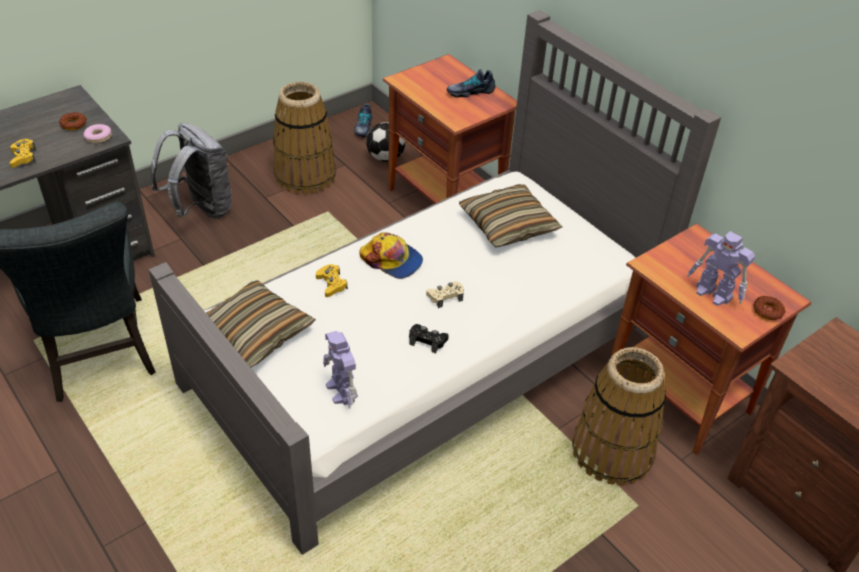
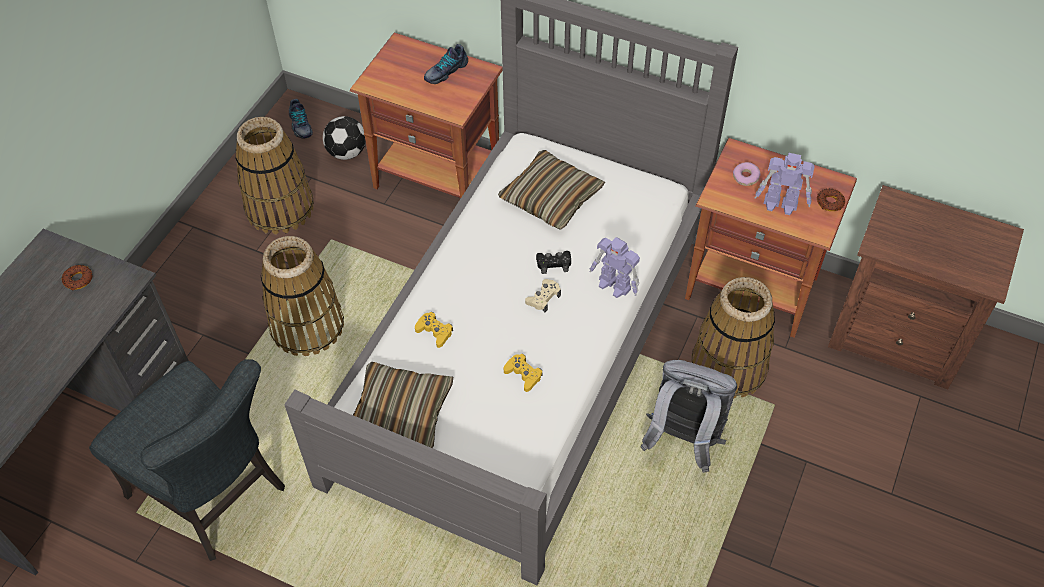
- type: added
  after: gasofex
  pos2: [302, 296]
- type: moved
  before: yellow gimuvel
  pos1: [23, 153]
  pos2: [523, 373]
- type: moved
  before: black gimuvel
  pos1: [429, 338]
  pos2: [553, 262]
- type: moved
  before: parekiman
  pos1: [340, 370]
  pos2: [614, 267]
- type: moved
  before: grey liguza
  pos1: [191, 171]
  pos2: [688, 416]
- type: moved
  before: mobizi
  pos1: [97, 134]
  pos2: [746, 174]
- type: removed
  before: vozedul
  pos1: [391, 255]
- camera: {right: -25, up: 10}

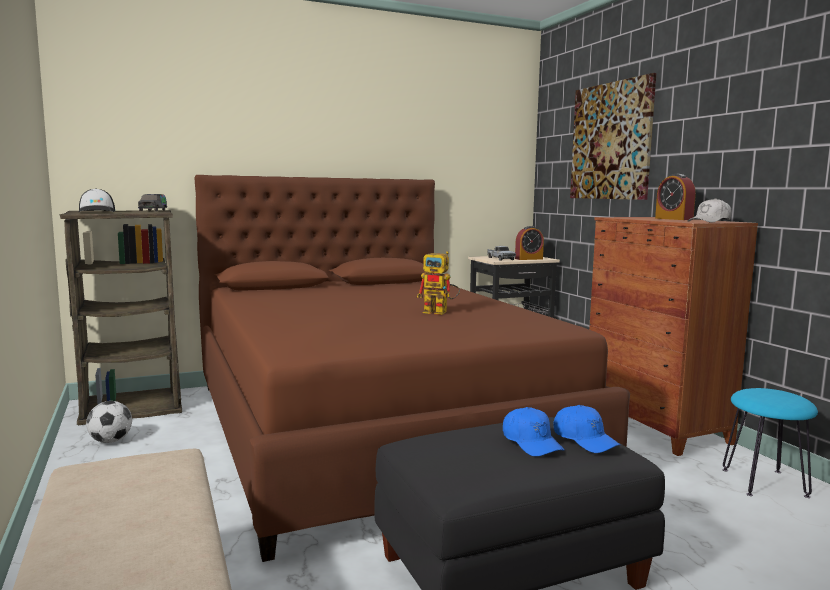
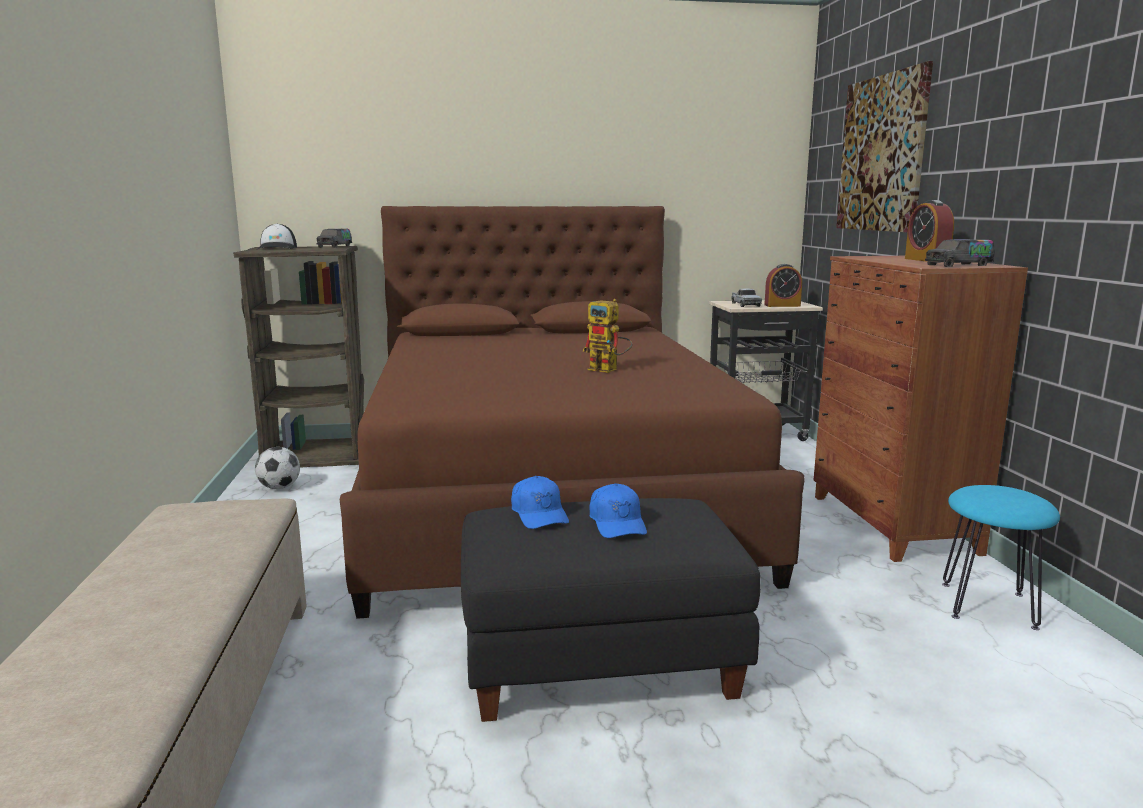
- type: moved
  before: blue vozedul
  pos1: [587, 429]
  pos2: [540, 502]
- type: replaced
  before: white vozedul
  after: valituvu
  pos1: [710, 210]
  pos2: [960, 253]
- camera: {right: 15, up: 5}

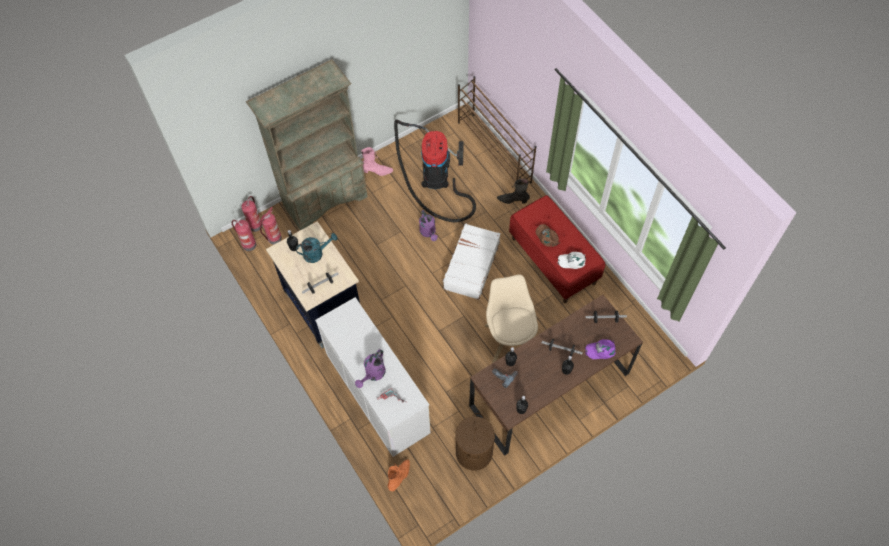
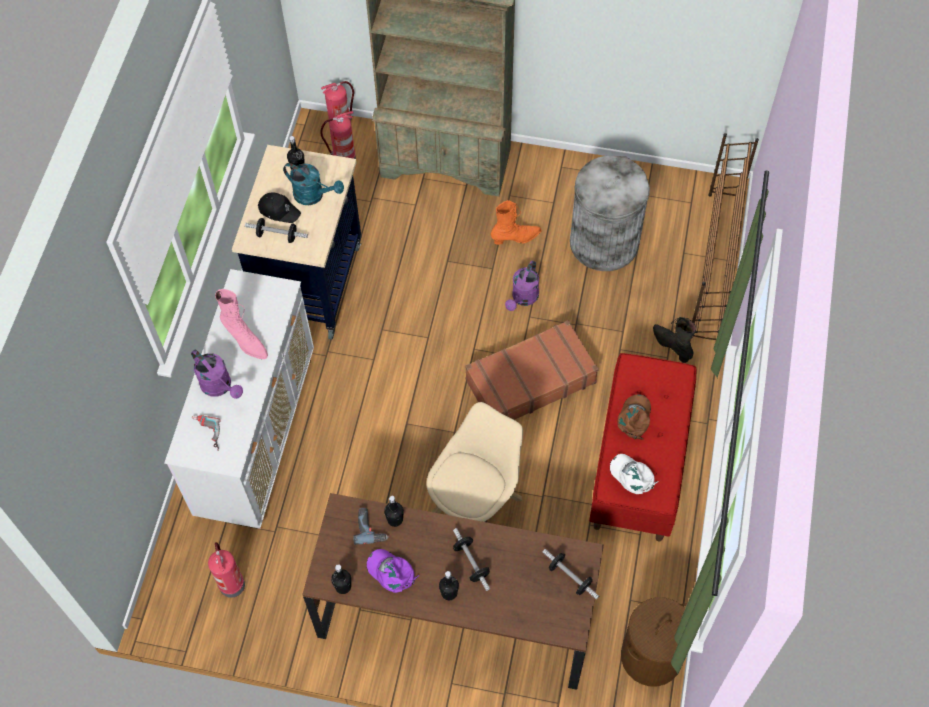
- type: turned
  before: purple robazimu
  pos1: [370, 368]
  pos2: [217, 374]
  turn: -120
- type: moved
  before: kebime
  pos1: [244, 235]
  pos2: [226, 570]
- type: moved
  before: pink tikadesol
  pos1: [377, 161]
  pos2: [241, 324]
- type: added
  after: black vozedul
  pos2: [279, 207]
- type: moved
  before: purple vozedul
  pos1: [600, 349]
  pos2: [393, 571]
- type: recoloured
  before: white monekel
  after: brown monekel
  pos1: [471, 261]
  pos2: [532, 370]
- type: moved
  before: orange tikadesol
  pos1: [399, 475]
  pos2: [516, 222]
- type: replaced
  before: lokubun
  after: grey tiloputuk
  pos1: [435, 171]
  pos2: [610, 213]
- type: moved
  before: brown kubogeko
  pos1: [475, 441]
  pos2: [654, 641]
- camera: {right: 45, up: 0}

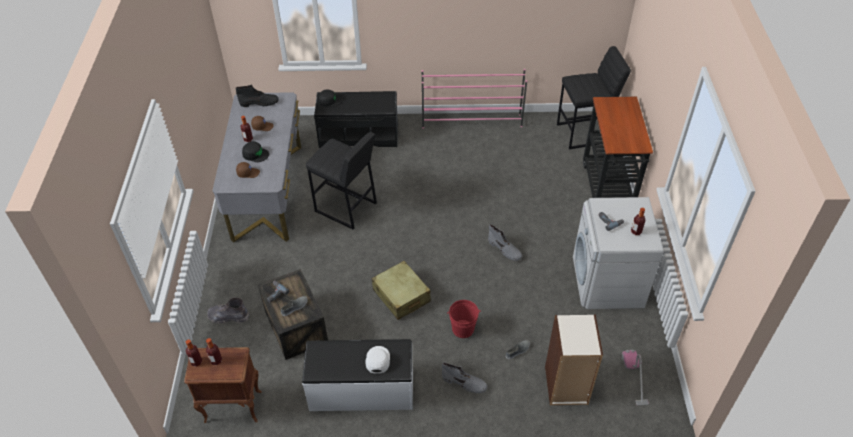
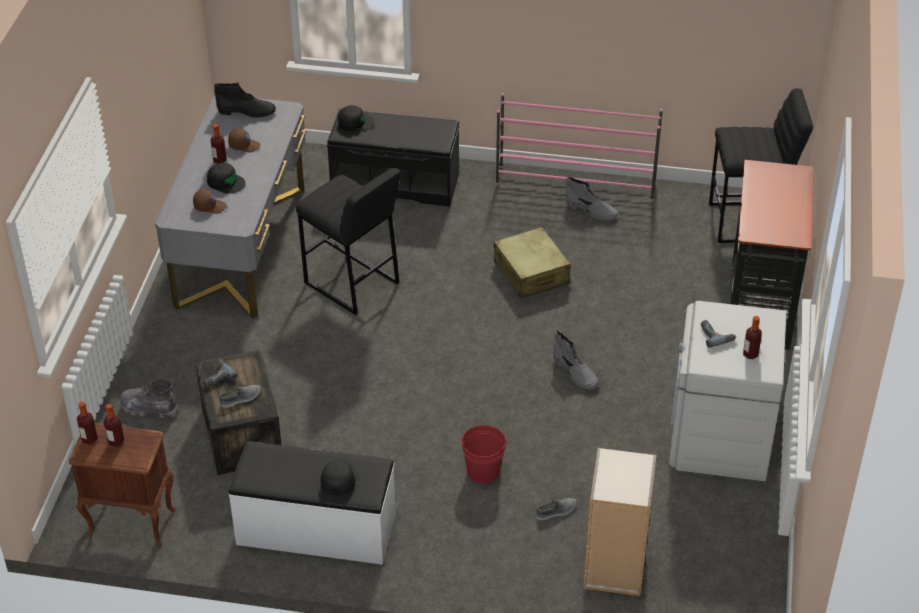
- type: recoloured
  before: white vozedul
  after: black vozedul
  pos1: [377, 360]
  pos2: [339, 478]
- type: moved
  before: beige monekel
  pos1: [401, 290]
  pos2: [532, 263]
- type: moved
  before: grey tikadesol
  pos1: [464, 377]
  pos2: [592, 199]
- type: removed
  before: lokubun
  pos1: [635, 378]
- camera: {right: 10, up: -5}

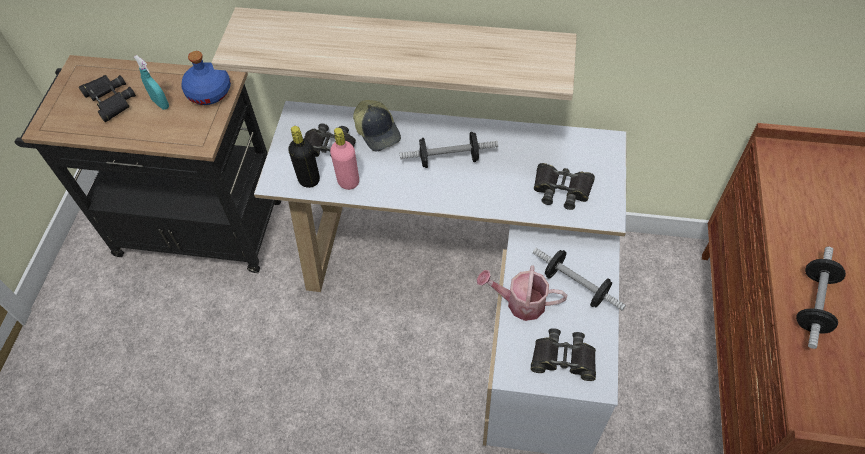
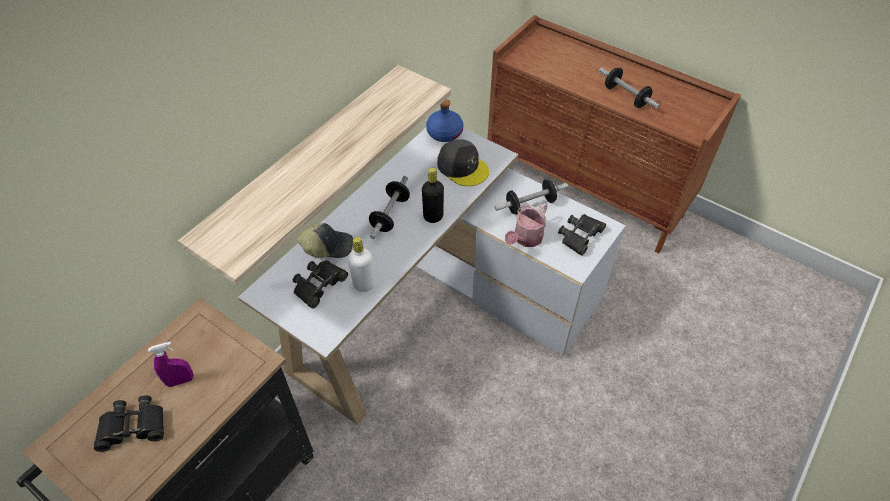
- type: recoloured
  before: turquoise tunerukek
  after: purple tunerukek
  pos1: [151, 82]
  pos2: [171, 364]
- type: recoloured
  before: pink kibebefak
  after: white kibebefak
  pos1: [344, 159]
  pos2: [361, 264]
- type: moved
  before: black kibebefak
  pos1: [304, 157]
  pos2: [433, 195]
- type: moved
  before: blue kibebefak
  pos1: [206, 78]
  pos2: [444, 120]
- type: replaced
  before: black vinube
  after: grey vozedul
  pos1: [564, 186]
  pos2: [463, 162]
- camera: {right: -65, up: -5}

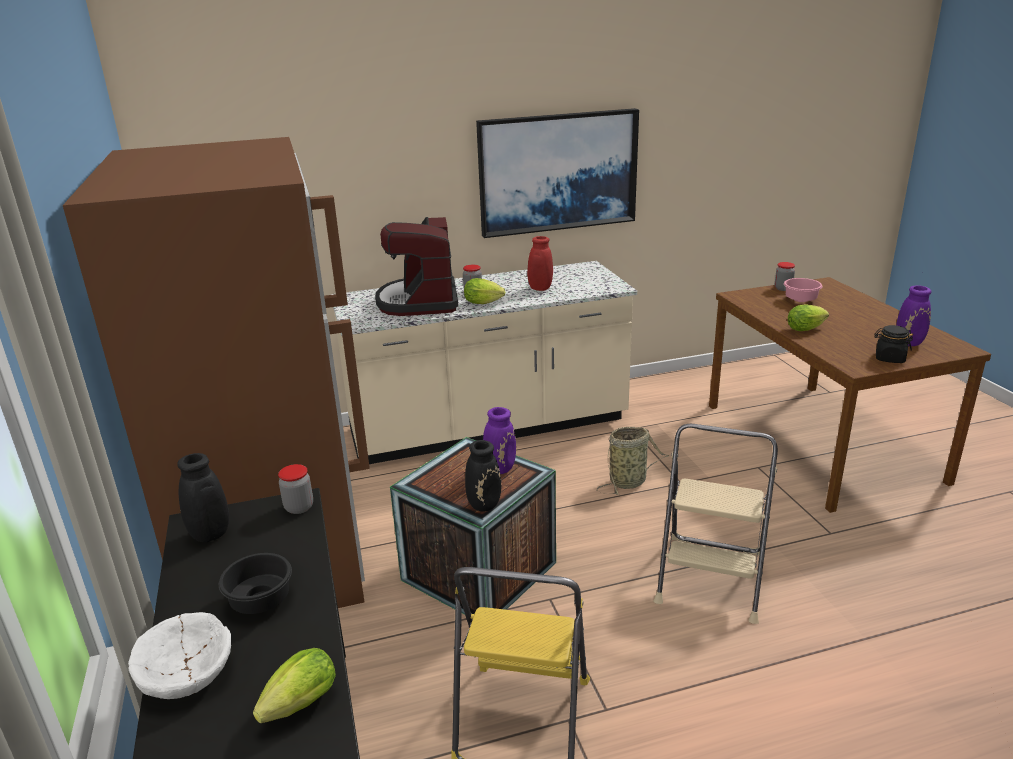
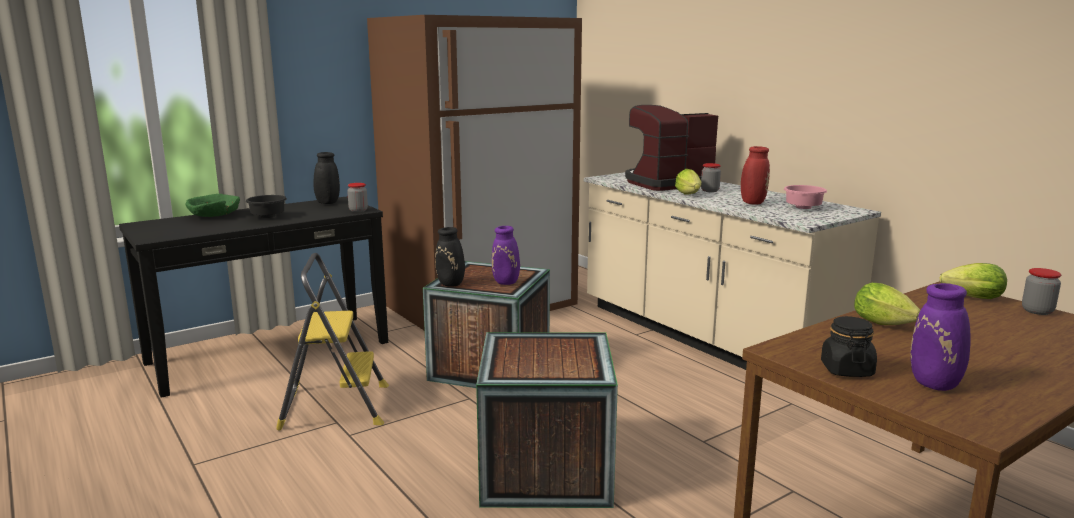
- type: recoloured
  before: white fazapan
  after: green fazapan
  pos1: [179, 655]
  pos2: [212, 205]
- type: replaced
  before: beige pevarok
  after: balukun
  pos1: [715, 524]
  pos2: [547, 420]
- type: moved
  before: pink fazapan
  pos1: [803, 290]
  pos2: [805, 197]
- type: moved
  before: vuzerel
  pos1: [294, 685]
  pos2: [973, 281]
- type: removed
  before: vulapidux
  pos1: [557, 173]
- type: removed
  before: gasofex
  pos1: [633, 461]
- camera: {right: 70, up: -10}

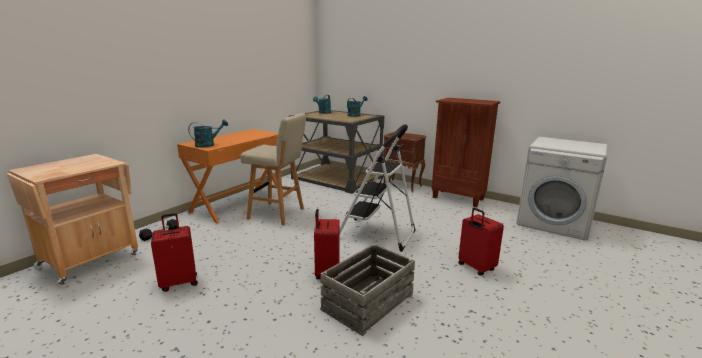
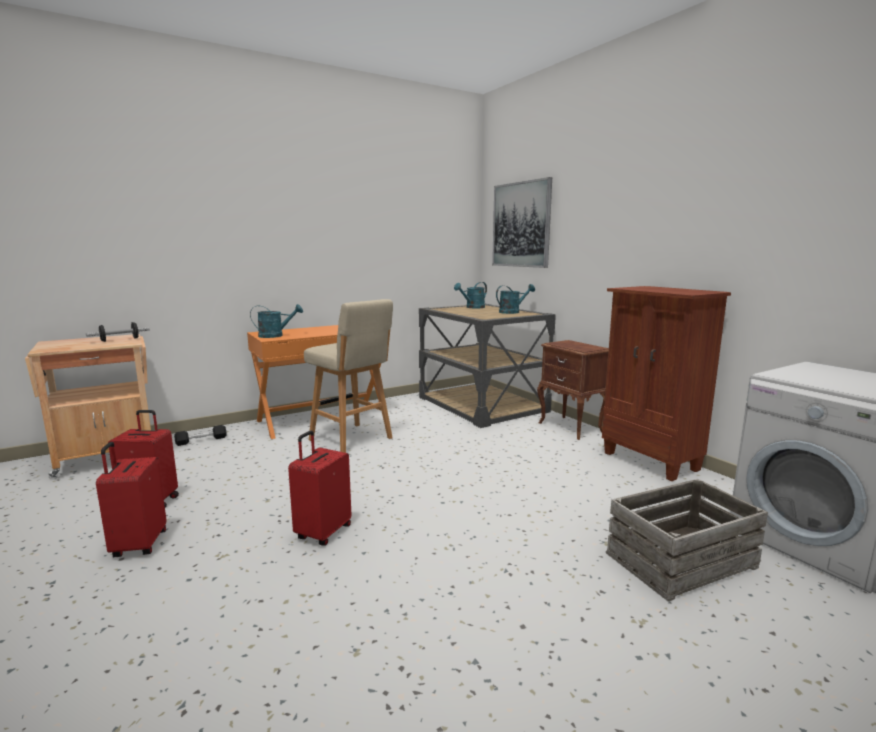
- type: added
  after: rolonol
  pos2: [118, 332]
- type: moved
  before: red monekel
  pos1: [481, 242]
  pos2: [131, 499]
- type: added
  after: vulapidux
  pos2: [522, 222]
- type: moved
  before: balukun
  pos1: [367, 290]
  pos2: [687, 540]
- type: removed
  before: pevarok
  pos1: [378, 188]
- camera: {right: 25, up: -5}

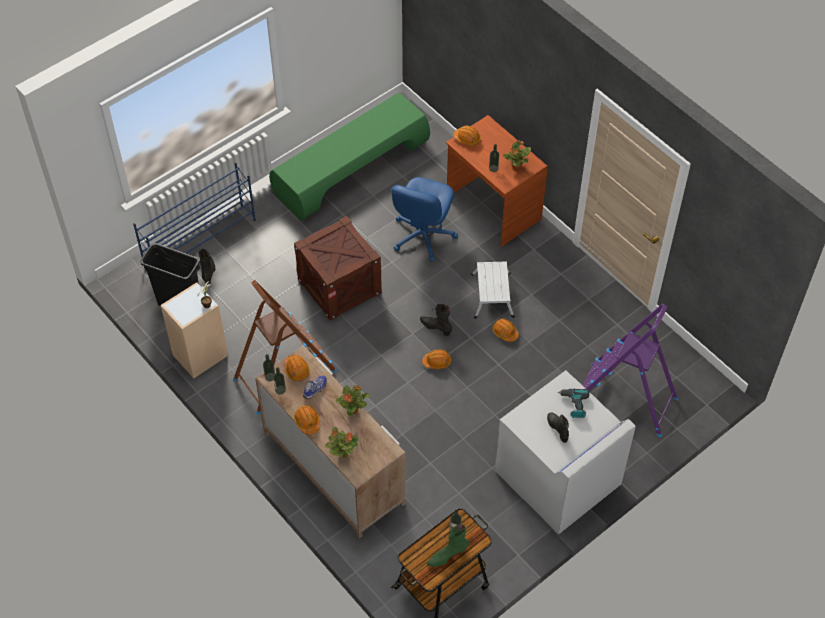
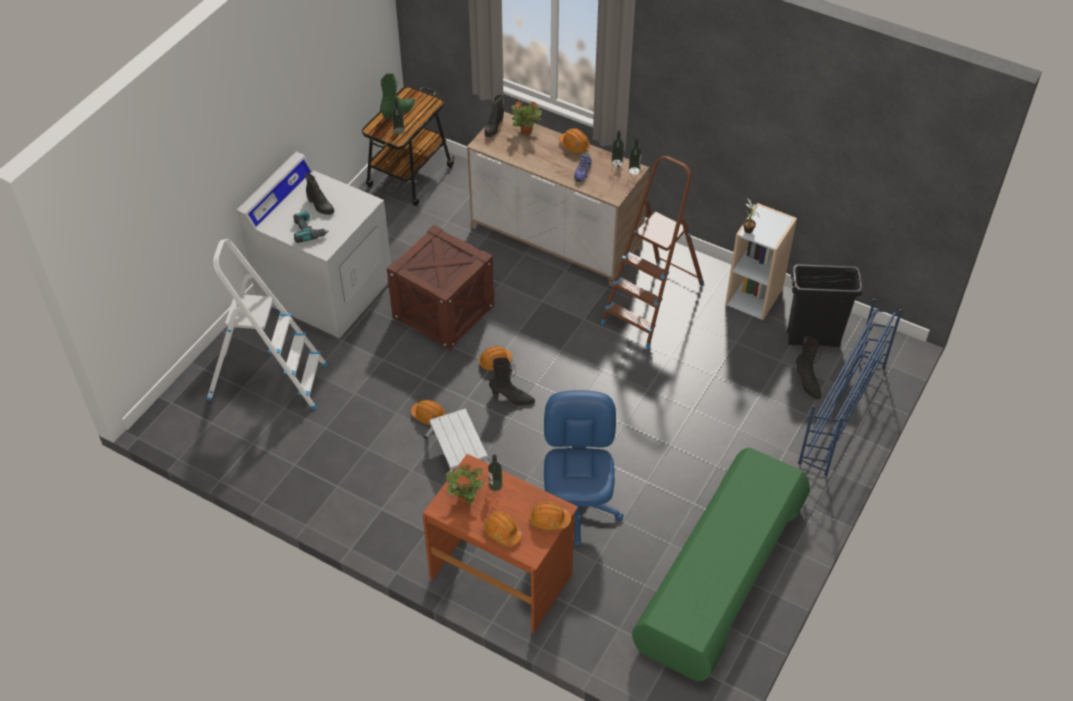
- type: recoloured
  before: purple pevarok
  after: white pevarok
  pos1: [630, 370]
  pos2: [267, 324]
- type: moved
  before: balukun
  pos1: [338, 268]
  pos2: [441, 287]
- type: added
  after: black tikadesol
  pos2: [494, 115]
- type: moved
  before: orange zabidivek
  pos1: [297, 368]
  pos2: [503, 529]
- type: removed
  before: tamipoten
  pos1: [353, 400]
- camera: {right: 160, up: -5}

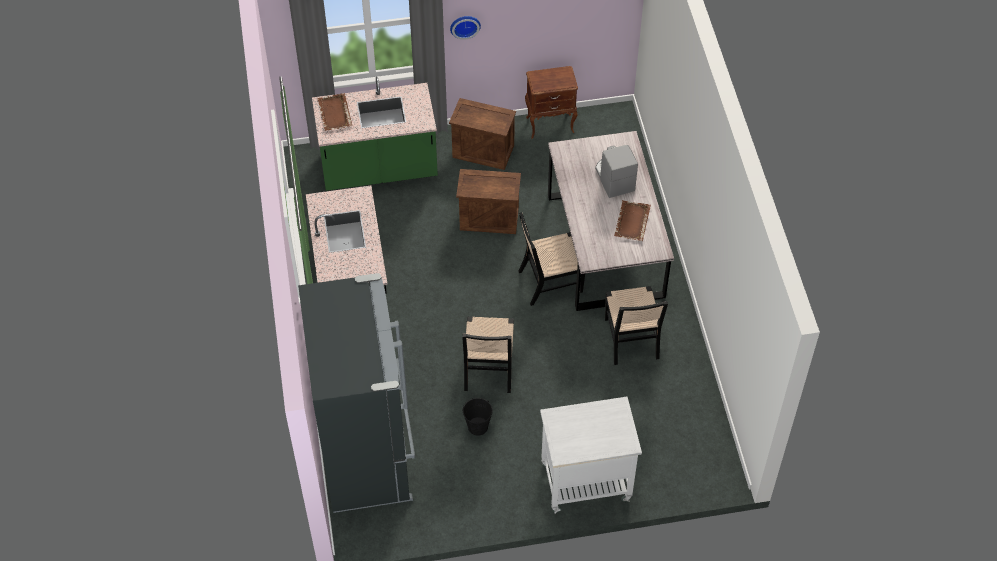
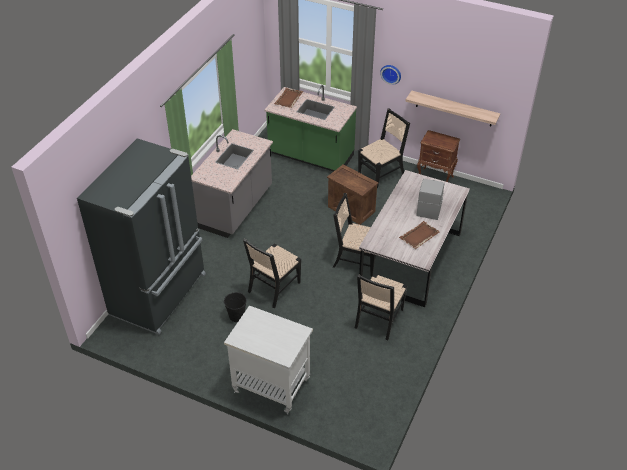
- type: replaced
  before: balukun
  after: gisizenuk
  pos1: [482, 134]
  pos2: [384, 148]
- type: added
  after: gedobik
  pos2: [452, 108]
- camera: {right: 35, up: -10}

